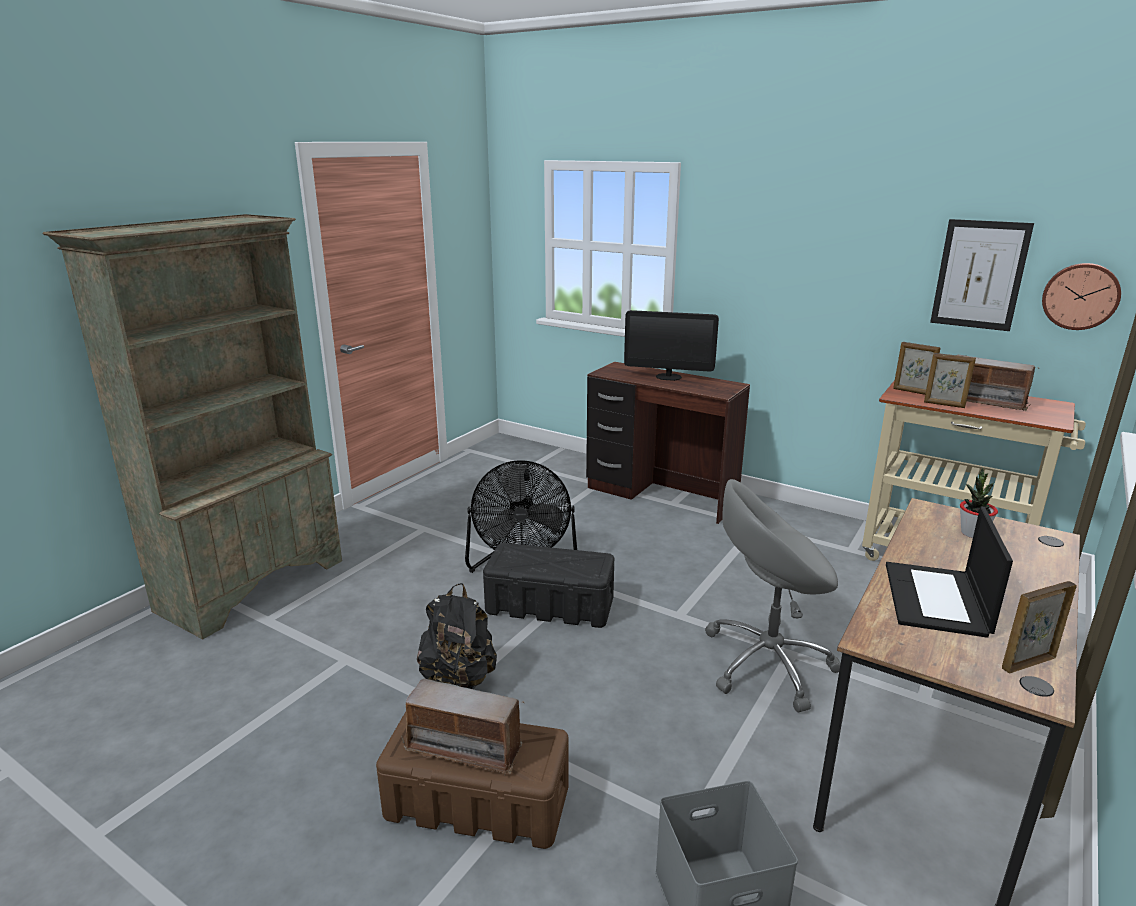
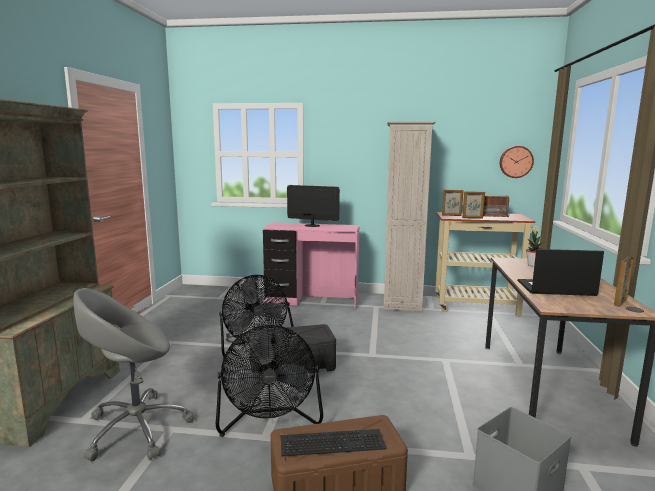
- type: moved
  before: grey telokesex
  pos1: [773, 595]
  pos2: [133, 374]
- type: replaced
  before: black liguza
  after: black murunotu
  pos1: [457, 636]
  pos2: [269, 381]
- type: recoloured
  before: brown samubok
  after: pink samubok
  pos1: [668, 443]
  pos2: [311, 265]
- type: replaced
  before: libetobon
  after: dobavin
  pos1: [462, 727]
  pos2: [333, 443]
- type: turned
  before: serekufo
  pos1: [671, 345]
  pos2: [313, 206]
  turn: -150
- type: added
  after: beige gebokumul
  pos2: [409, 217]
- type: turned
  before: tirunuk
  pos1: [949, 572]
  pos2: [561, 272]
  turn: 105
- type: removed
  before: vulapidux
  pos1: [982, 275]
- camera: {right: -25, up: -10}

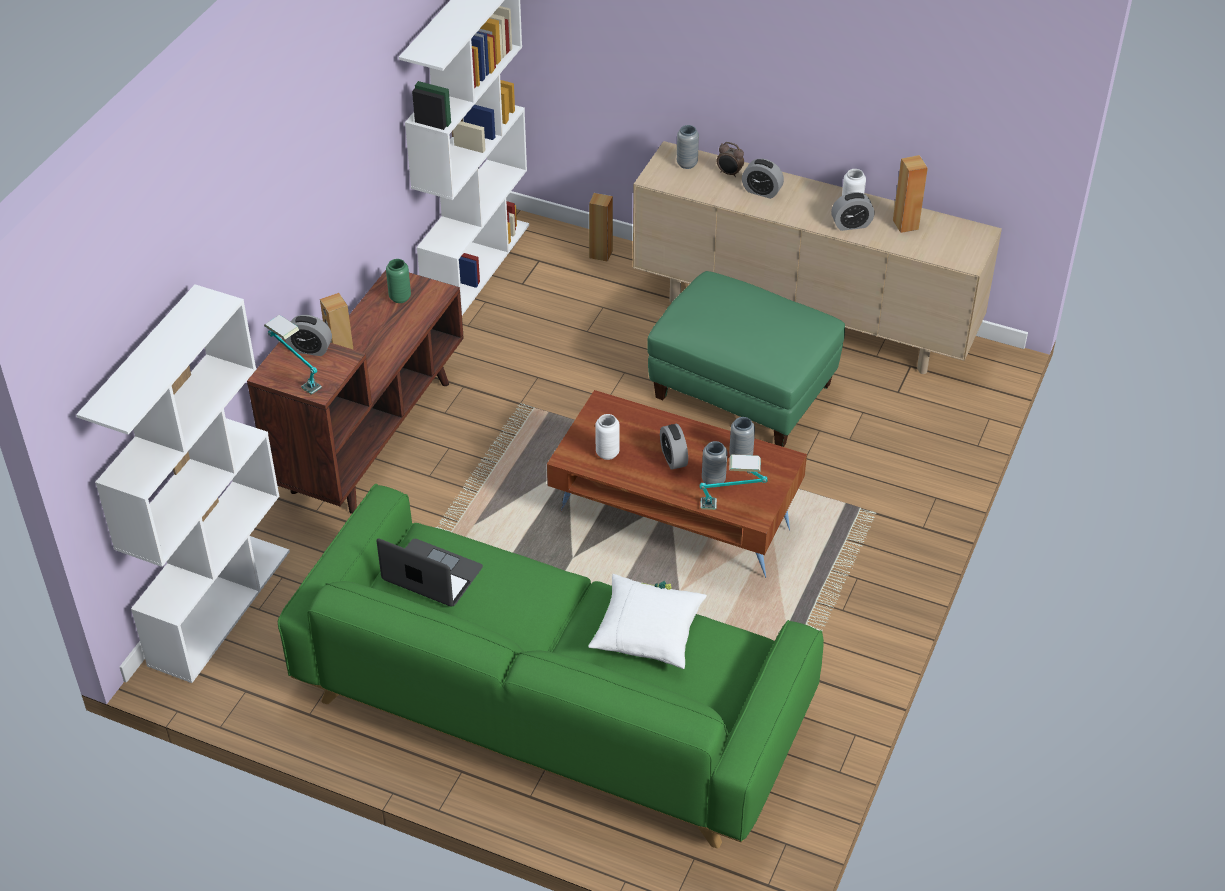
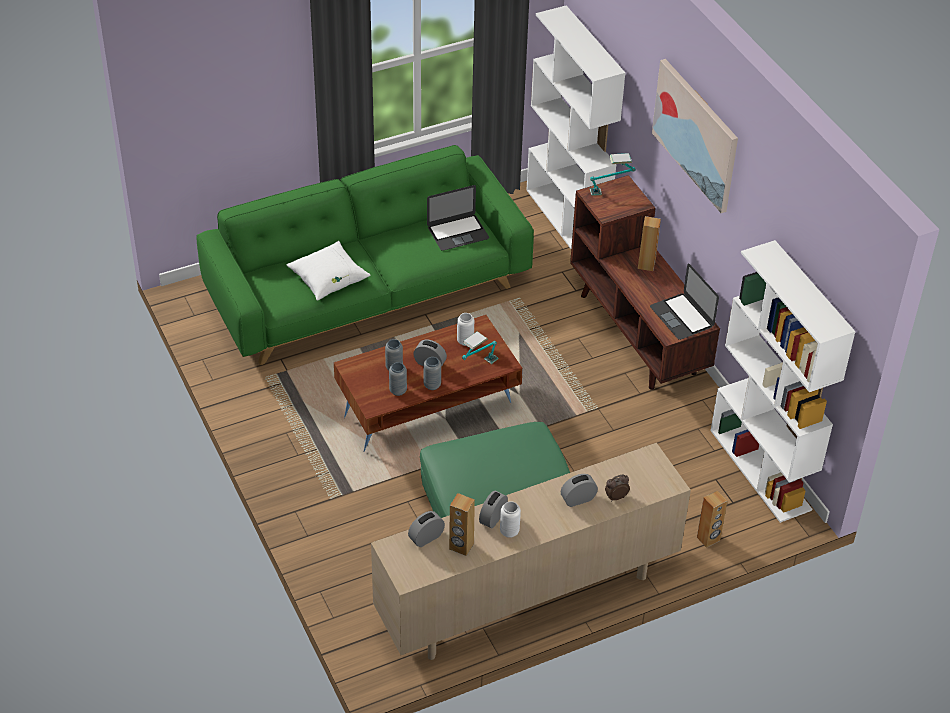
- type: moved
  before: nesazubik
  pos1: [308, 335]
  pos2: [426, 529]
- type: moved
  before: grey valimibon
  pos1: [688, 147]
  pos2: [432, 373]
- type: moved
  before: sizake
  pos1: [734, 482]
  pos2: [480, 347]
- type: replaced
  before: green valimibon
  after: tirunuk
  pos1: [398, 281]
  pos2: [684, 302]
- type: added
  after: vulapidux
  pos2: [695, 136]
- camera: {right: 130, up: 0}

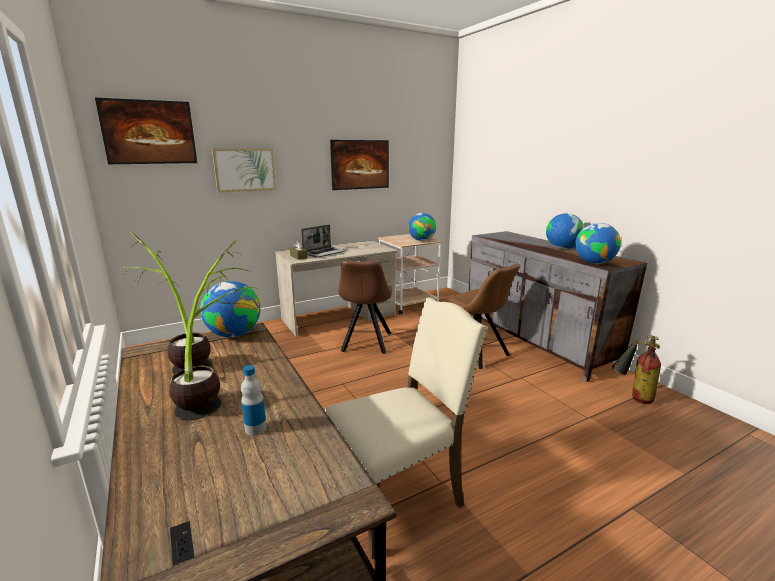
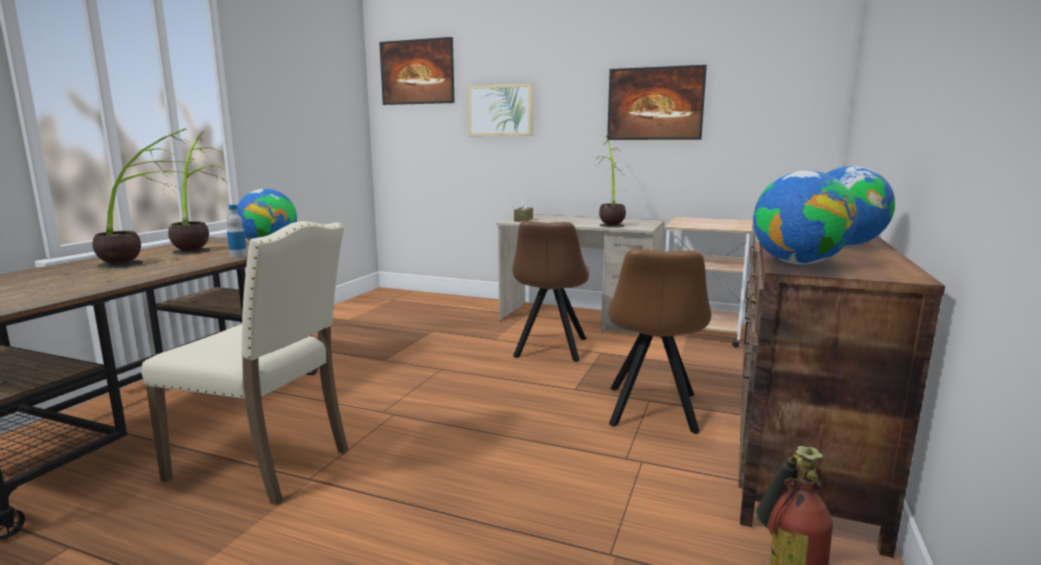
- type: moved
  before: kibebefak
  pos1: [254, 400]
  pos2: [237, 231]
- type: turned
  before: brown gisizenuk
  pos1: [365, 307]
  pos2: [550, 291]
  turn: -45
- type: added
  after: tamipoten
  pos2: [610, 181]
- type: recoloured
  before: grey gebokumul
  after: brown gebokumul
  pos1: [558, 306]
  pos2: [841, 395]
- type: removed
  before: tirunuk
  pos1: [323, 241]
- type: removed
  before: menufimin
  pos1: [422, 227]
- camera: {right: 50, up: -5}

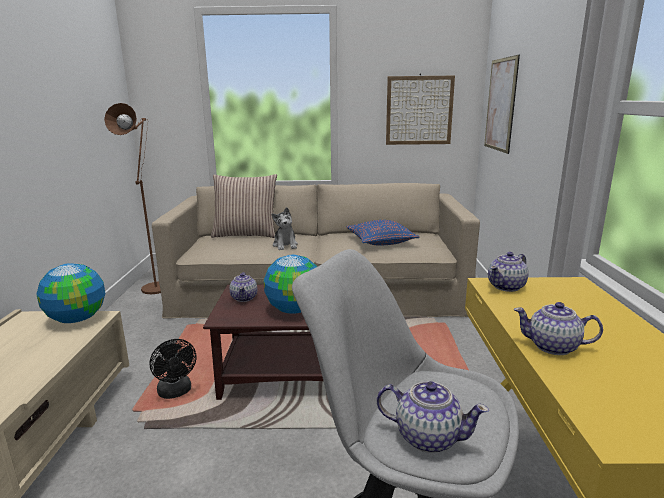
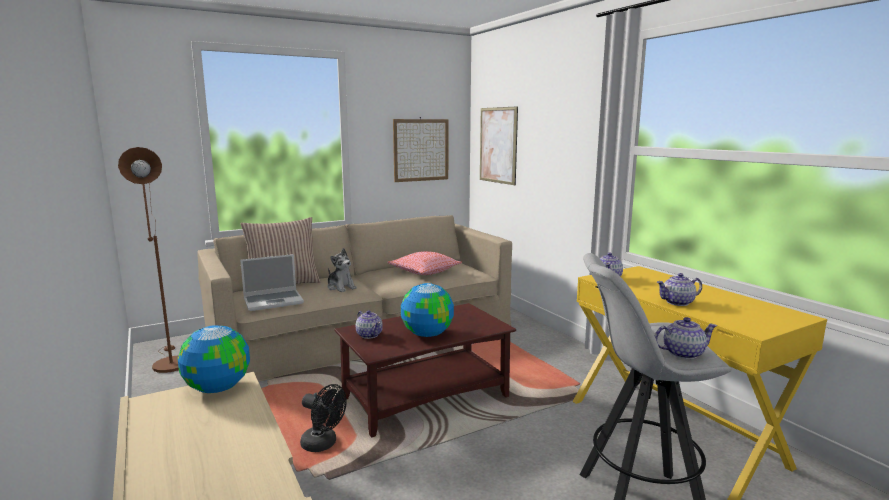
- type: added
  after: tirunuk
  pos2: [272, 282]
- type: recoloured
  before: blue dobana
  after: pink dobana
  pos1: [383, 232]
  pos2: [424, 263]
- camera: {right: -30, up: -5}

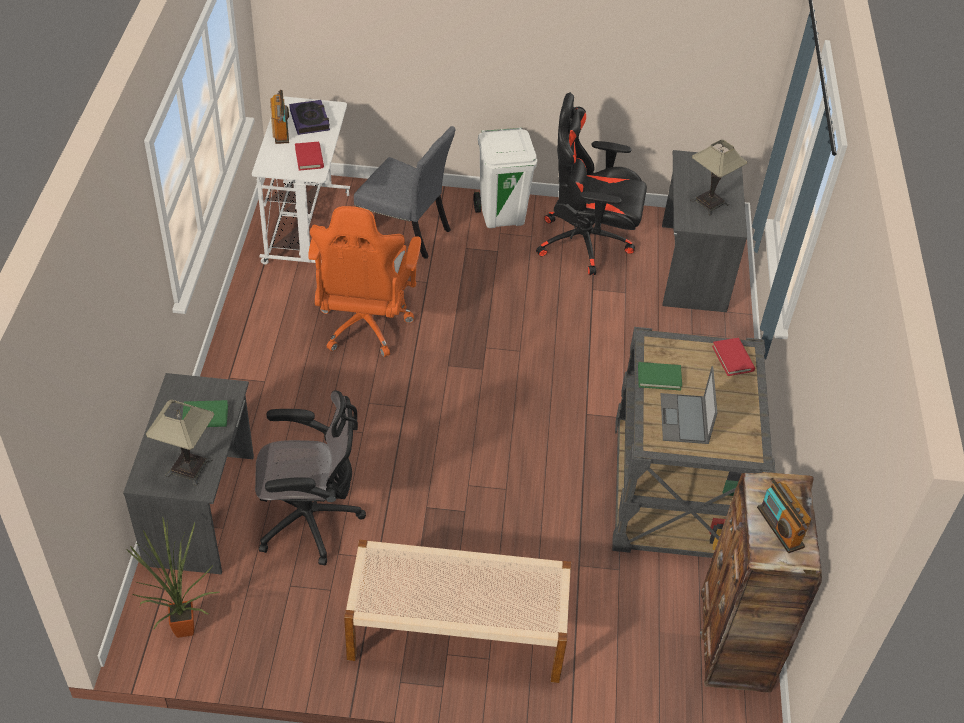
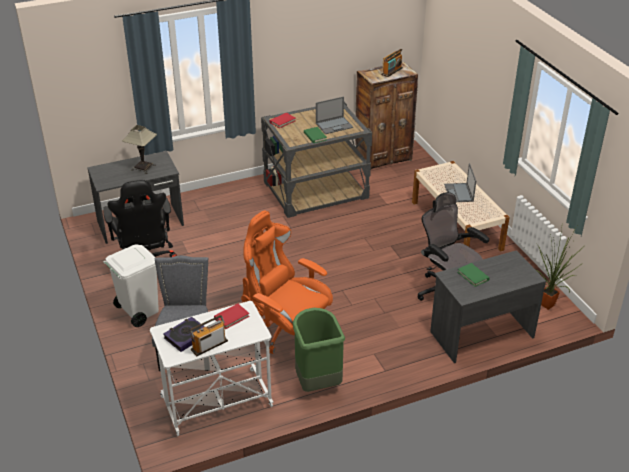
- type: turned
  before: orange telokesex
  pos1: [364, 281]
  pos2: [287, 282]
  turn: -120
- type: added
  after: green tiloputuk
  pos2: [319, 350]
- type: added
  after: tirunuk
  pos2: [460, 182]
- type: removed
  before: sizake
  pos1: [180, 443]
- camera: {right: -115, up: -10}

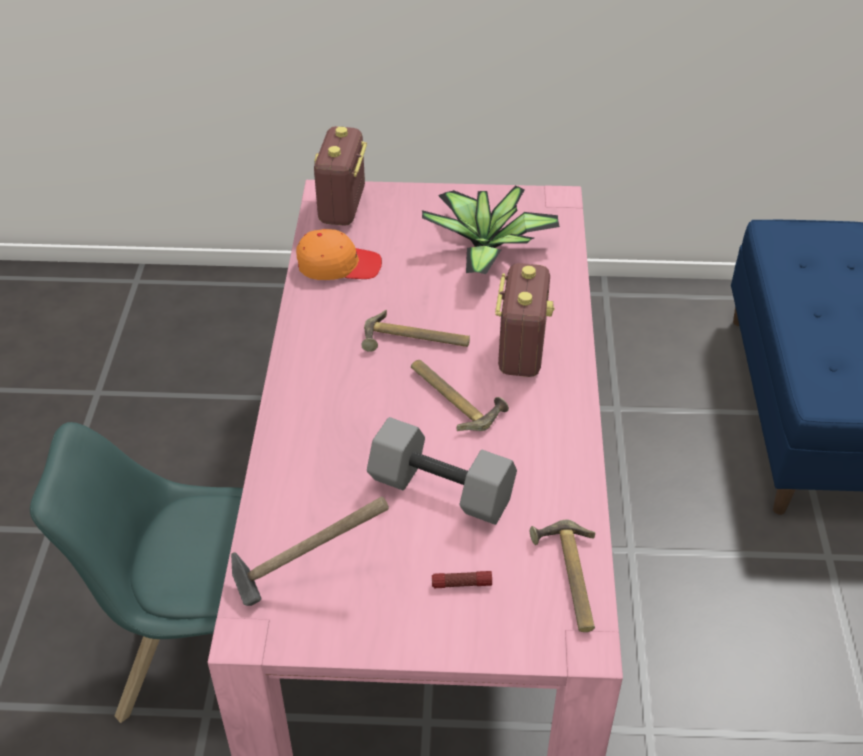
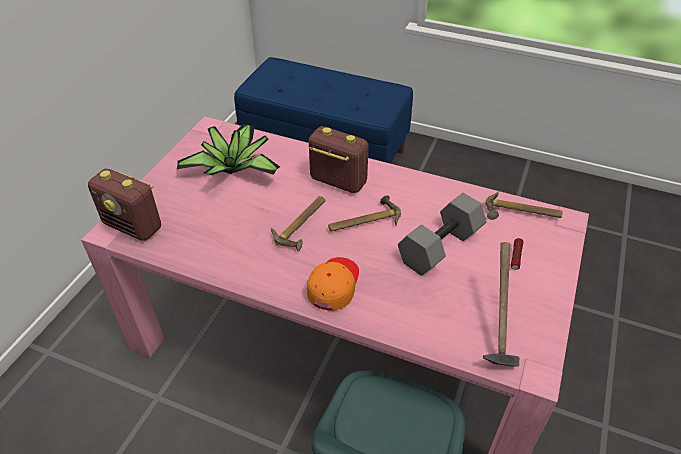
- type: moved
  before: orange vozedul
  pos1: [339, 254]
  pos2: [333, 284]
- camera: {right: -70, up: 0}

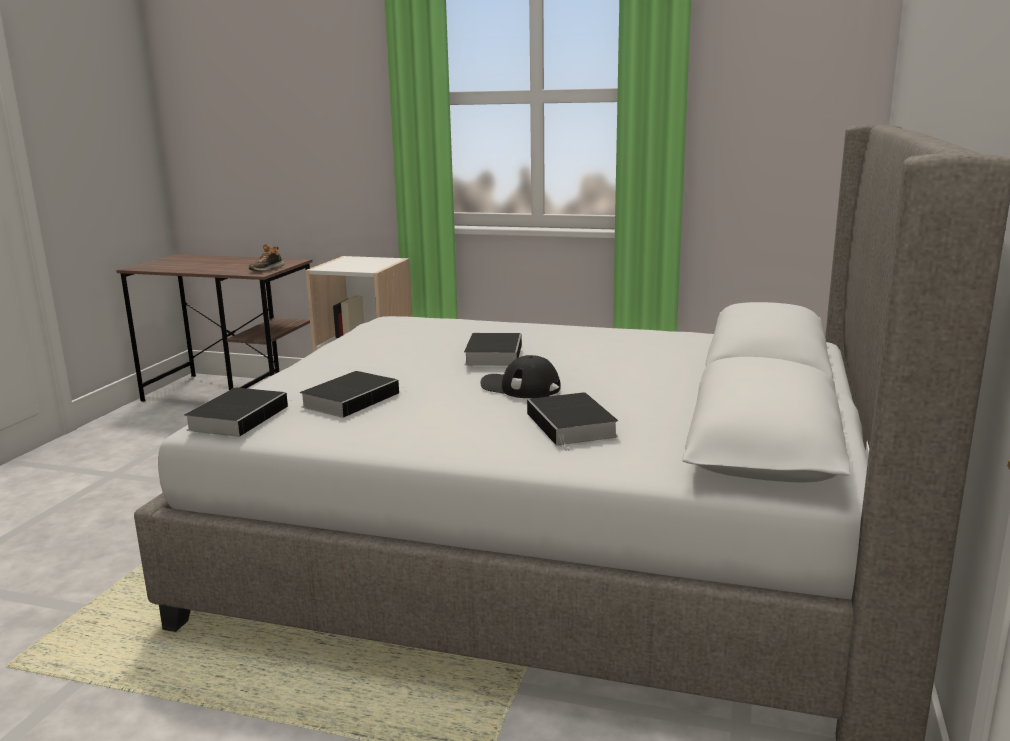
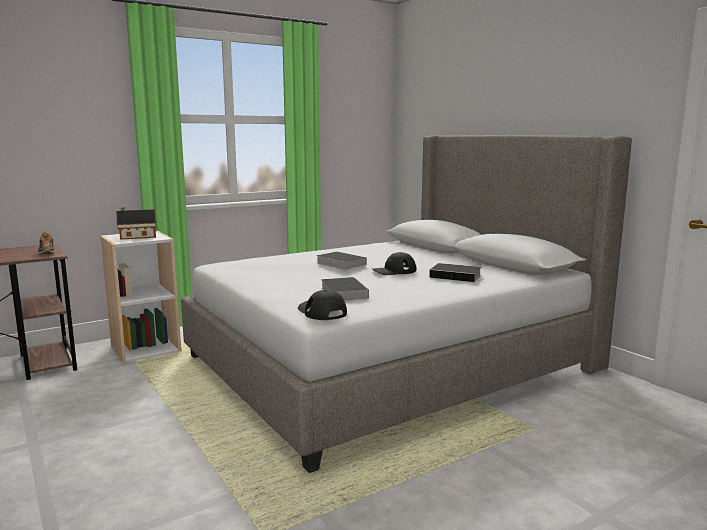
- type: added
  after: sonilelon
  pos2: [136, 223]
- type: replaced
  before: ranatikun
  after: black vozedul
  pos1: [237, 412]
  pos2: [322, 305]
- camera: {right: -50, up: -5}

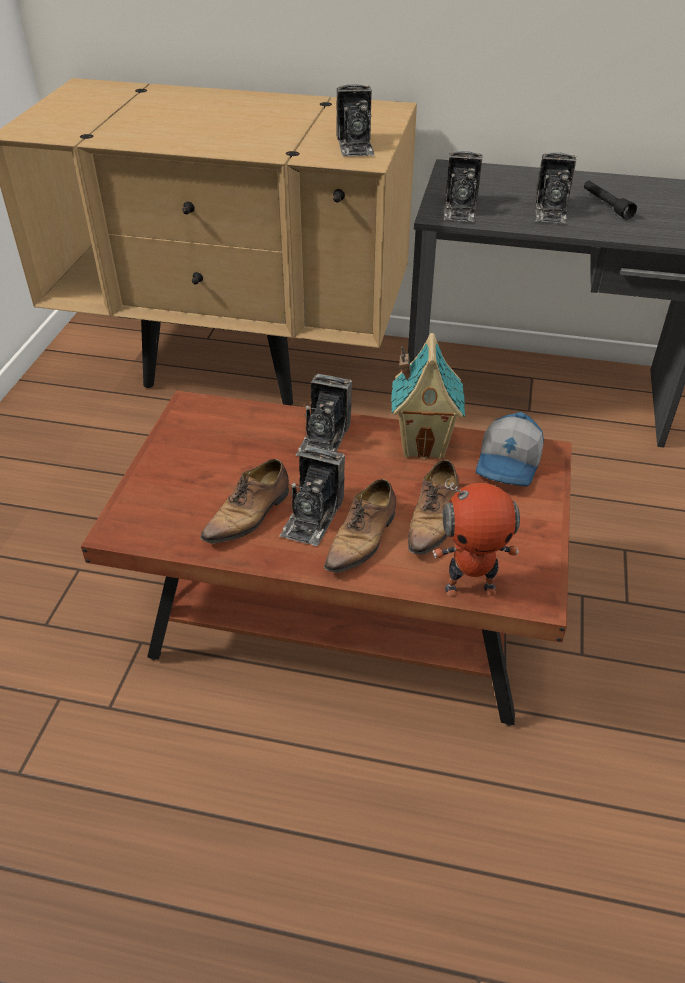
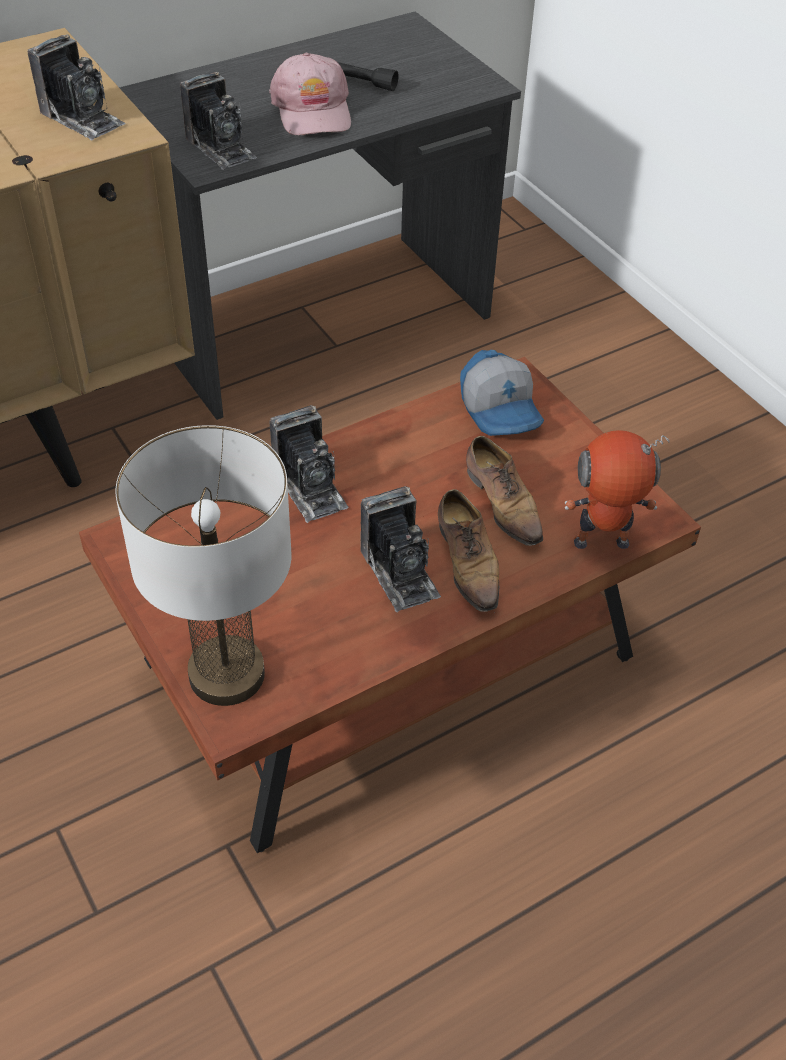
- type: added
  after: sizake
  pos2: [204, 565]
- type: replaced
  before: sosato
  after: pink vozedul
  pos1: [555, 188]
  pos2: [310, 93]
- type: turned
  before: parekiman
  pos1: [476, 537]
  pos2: [617, 489]
  turn: -135
- type: removed
  before: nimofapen
  pos1: [244, 501]
- type: removed
  before: sonilelon
  pos1: [428, 396]
- camera: {right: -45, up: 5}

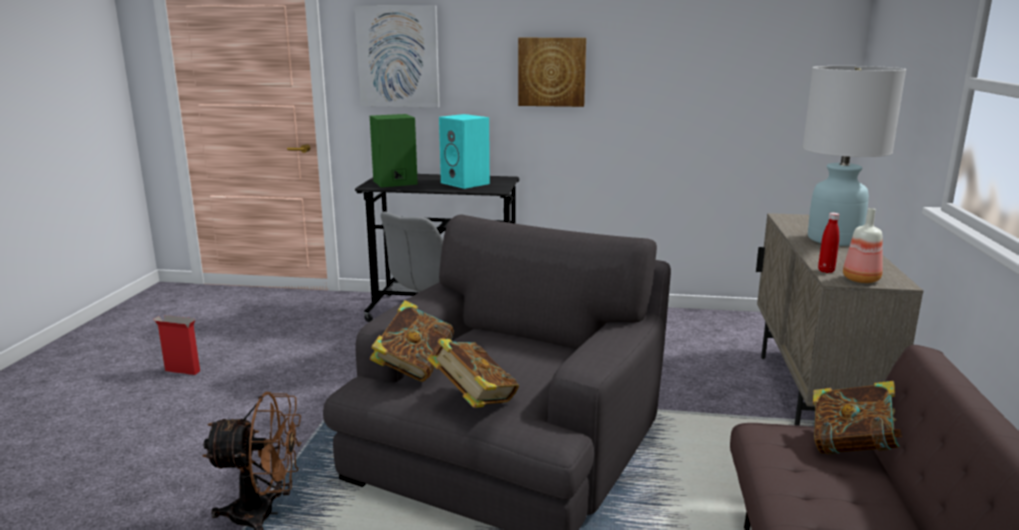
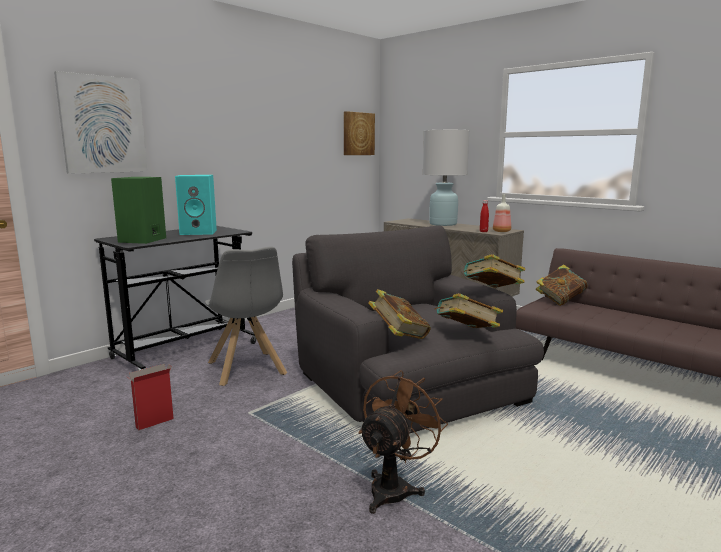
- type: moved
  before: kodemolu
  pos1: [176, 345]
  pos2: [149, 397]
- type: moved
  before: vulapidux
  pos1: [552, 72]
  pos2: [359, 133]
- type: added
  after: ranatikun
  pos2: [494, 271]
- camera: {right: -55, up: -5}

